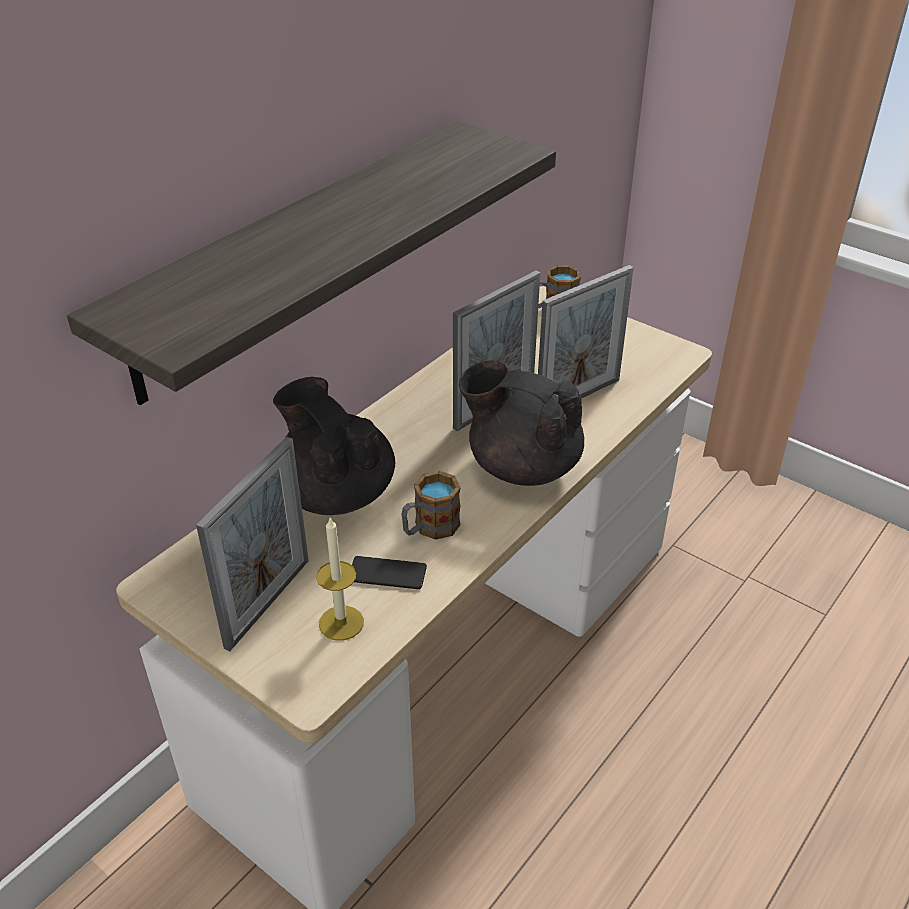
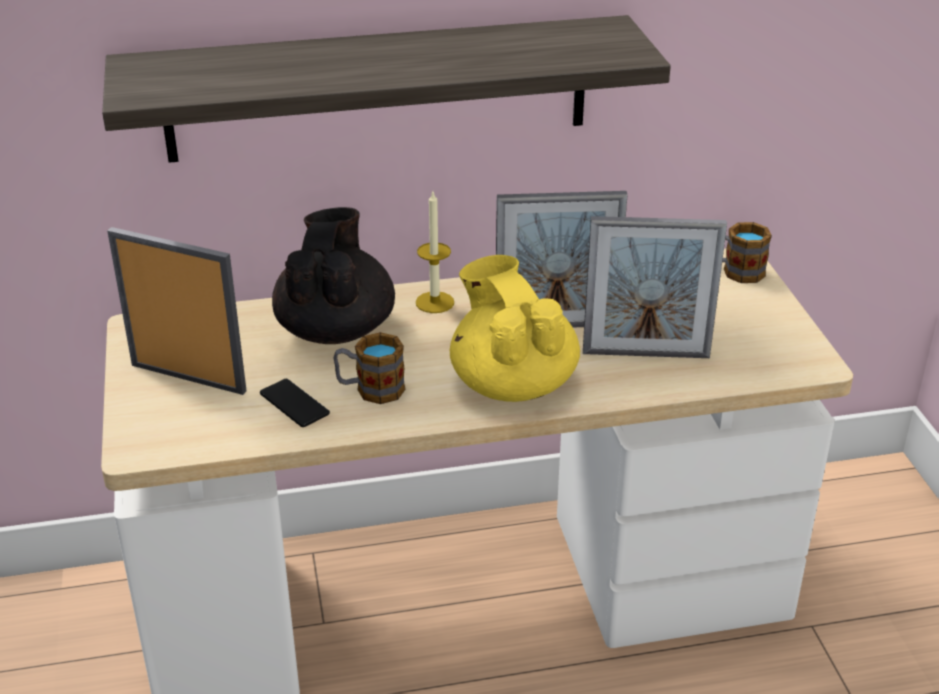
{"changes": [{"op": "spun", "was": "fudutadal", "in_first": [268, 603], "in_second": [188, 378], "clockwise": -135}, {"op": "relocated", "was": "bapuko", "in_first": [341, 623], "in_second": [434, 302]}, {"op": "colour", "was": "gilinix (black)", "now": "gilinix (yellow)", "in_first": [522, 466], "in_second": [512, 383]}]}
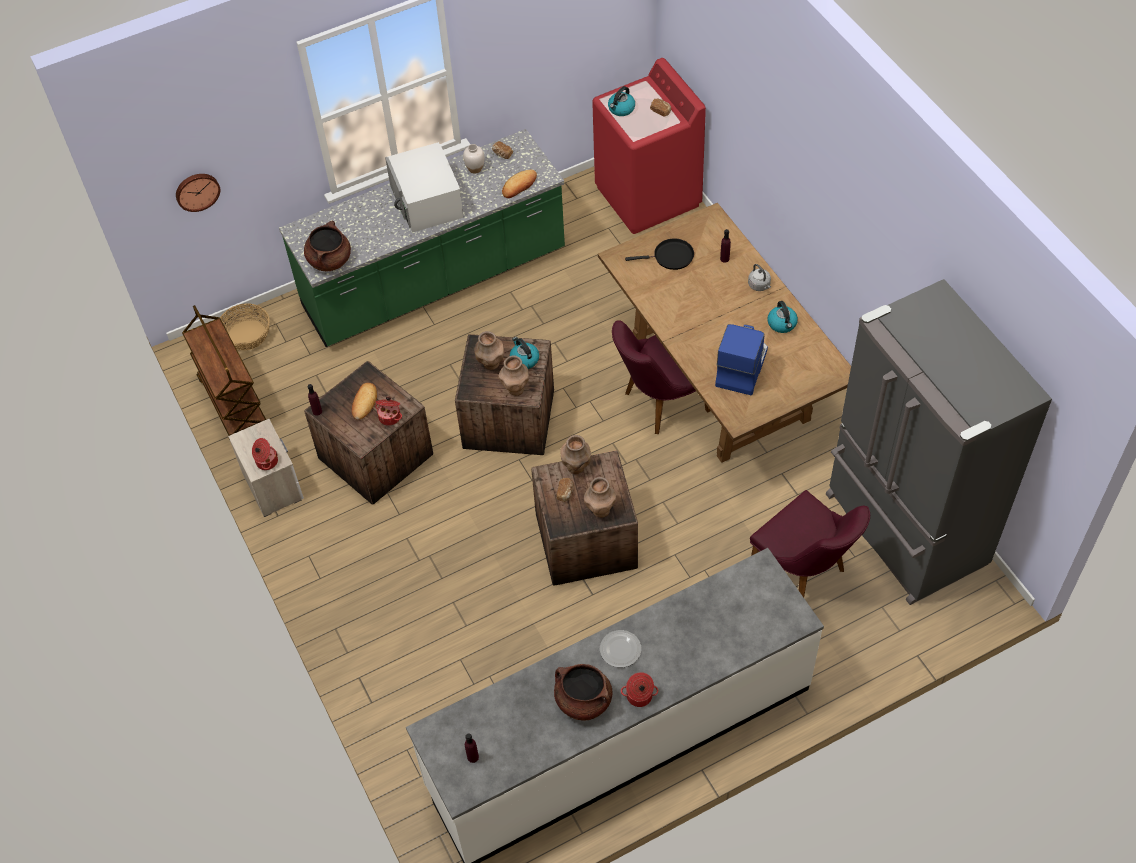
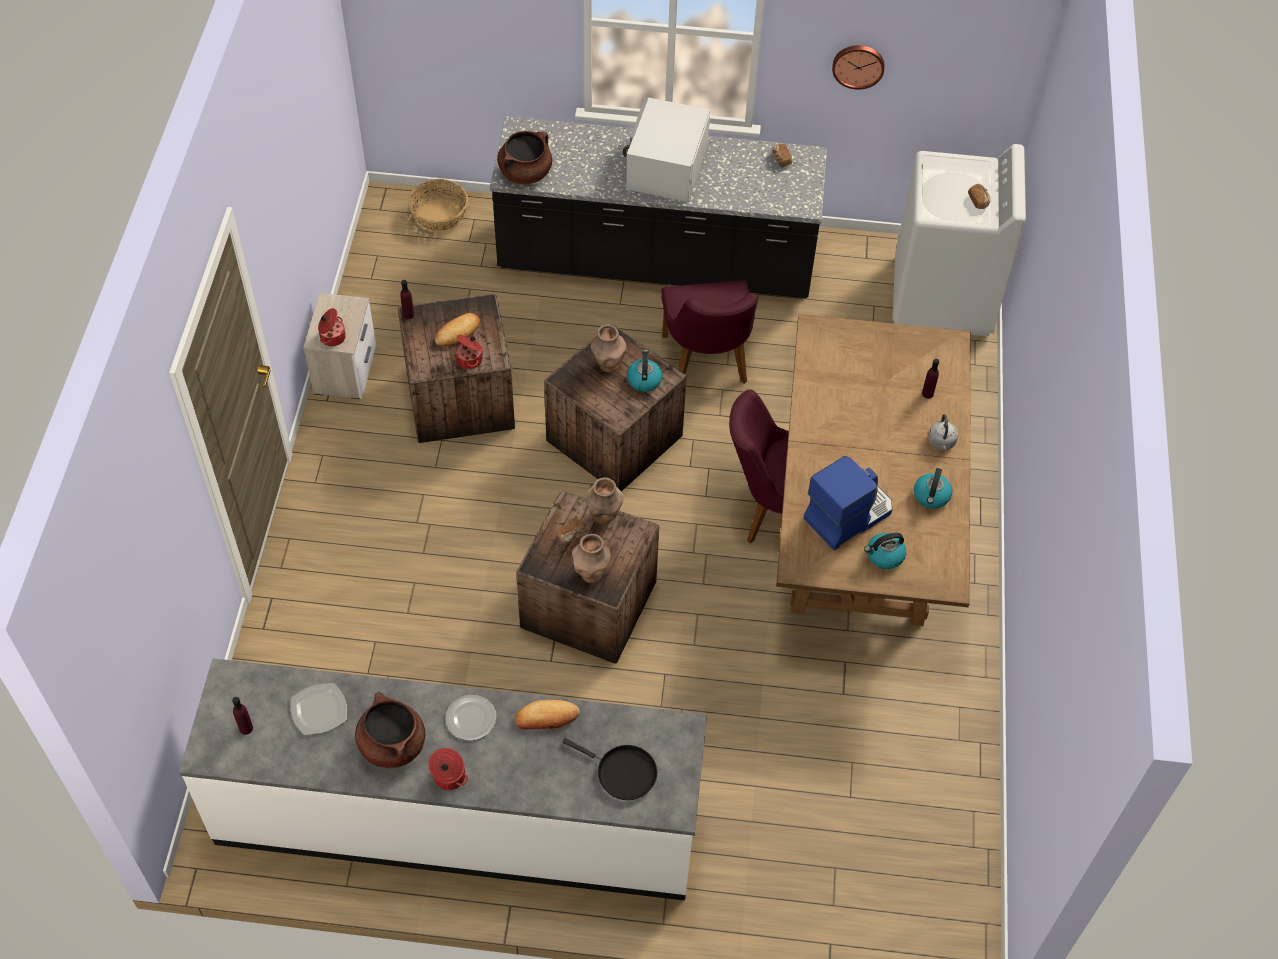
{"changes": [{"op": "relocated", "was": "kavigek", "in_first": [197, 191], "in_second": [858, 65]}, {"op": "missing", "was": "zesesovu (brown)", "in_first": [233, 404]}, {"op": "colour", "was": "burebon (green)", "now": "burebon (black)", "in_first": [435, 280], "in_second": [656, 262]}, {"op": "missing", "was": "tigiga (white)", "in_first": [475, 169]}, {"op": "missing", "was": "tigiga (brown)", "in_first": [515, 389]}, {"op": "relocated", "was": "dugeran", "in_first": [519, 186], "in_second": [546, 718]}, {"op": "colour", "was": "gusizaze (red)", "now": "gusizaze (white)", "in_first": [648, 196], "in_second": [942, 296]}, {"op": "relocated", "was": "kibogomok", "in_first": [621, 109], "in_second": [884, 556]}, {"op": "relocated", "was": "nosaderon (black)", "in_first": [670, 257], "in_second": [622, 773]}, {"op": "relocated", "was": "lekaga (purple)", "in_first": [804, 574], "in_second": [707, 366]}, {"op": "missing", "was": "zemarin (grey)", "in_first": [903, 531]}, {"op": "appeared", "now": "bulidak", "in_second": [320, 710]}]}
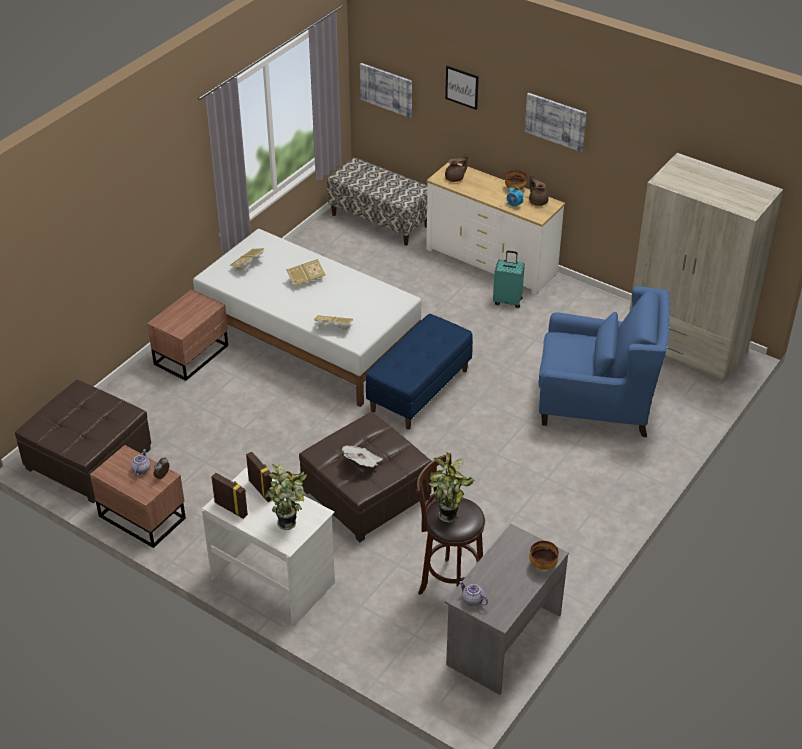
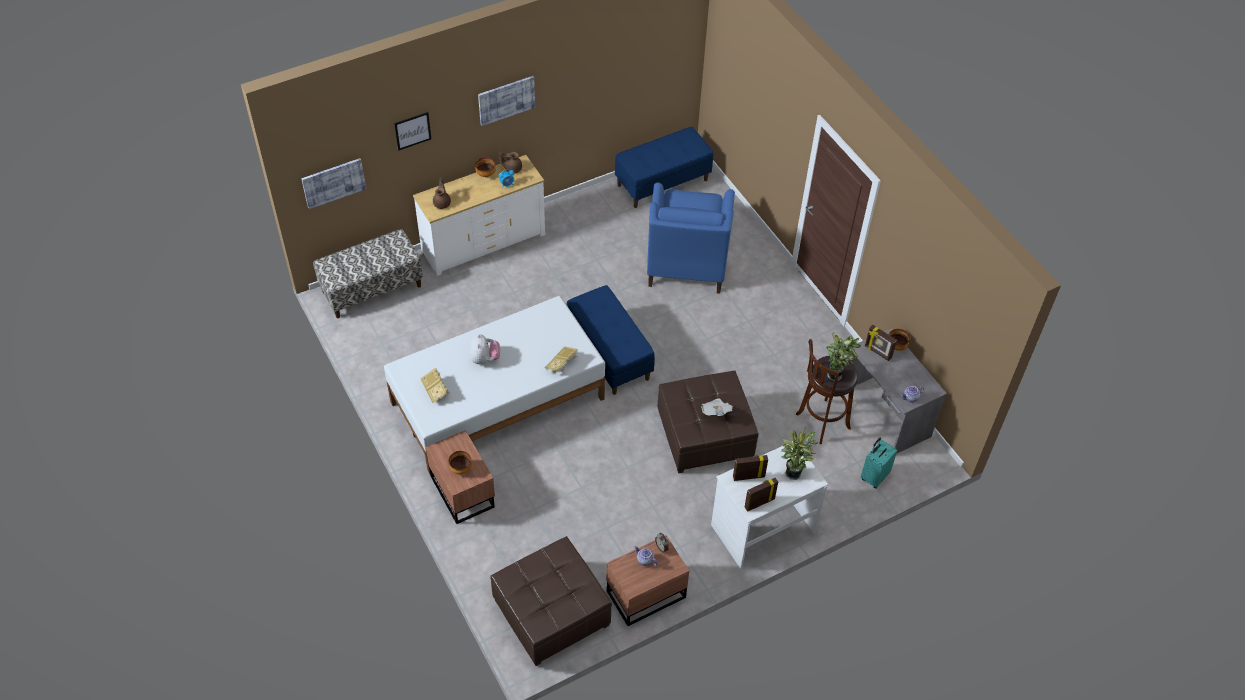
{"changes": [{"op": "exchanged", "was": "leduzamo", "now": "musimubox", "in_first": [305, 280], "in_second": [484, 359]}, {"op": "relocated", "was": "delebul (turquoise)", "in_first": [508, 301], "in_second": [874, 476]}, {"op": "spun", "was": "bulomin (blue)", "in_first": [596, 402], "in_second": [687, 257], "clockwise": 150}, {"op": "exchanged", "was": "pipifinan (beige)", "now": "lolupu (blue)", "in_first": [686, 348], "in_second": [662, 182]}, {"op": "appeared", "now": "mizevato", "in_second": [460, 469]}, {"op": "appeared", "now": "fudutadal", "in_second": [877, 352]}]}
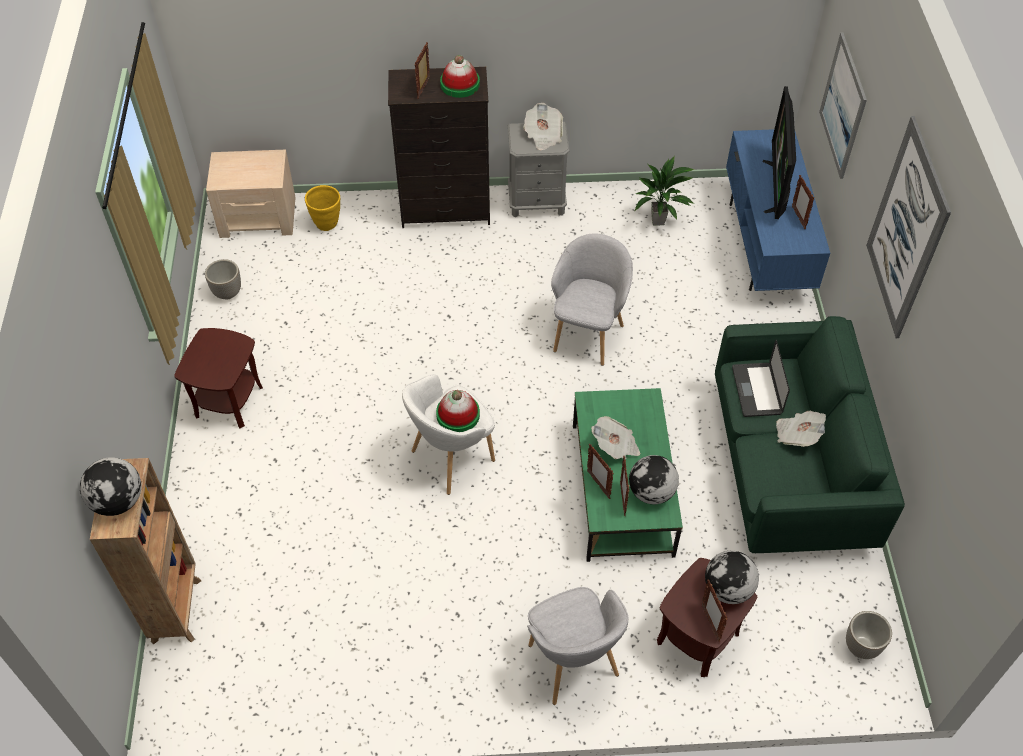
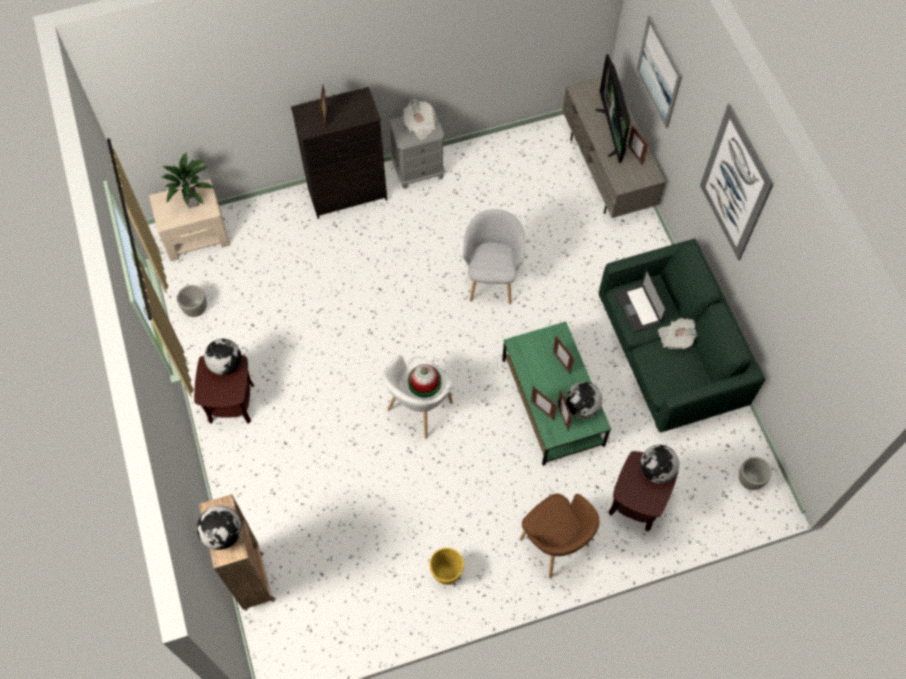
{"changes": [{"op": "relocated", "was": "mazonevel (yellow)", "in_first": [327, 223], "in_second": [446, 573]}, {"op": "missing", "was": "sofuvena", "in_first": [460, 84]}, {"op": "colour", "was": "bulomin (grey)", "now": "bulomin (brown)", "in_first": [572, 664], "in_second": [554, 545]}, {"op": "missing", "was": "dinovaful", "in_first": [615, 446]}, {"op": "relocated", "was": "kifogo", "in_first": [658, 221], "in_second": [193, 203]}, {"op": "relocated", "was": "fudutadal", "in_first": [710, 623], "in_second": [561, 363]}, {"op": "colour", "was": "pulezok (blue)", "now": "pulezok (grey)", "in_first": [766, 246], "in_second": [607, 171]}, {"op": "appeared", "now": "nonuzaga", "in_second": [225, 364]}]}
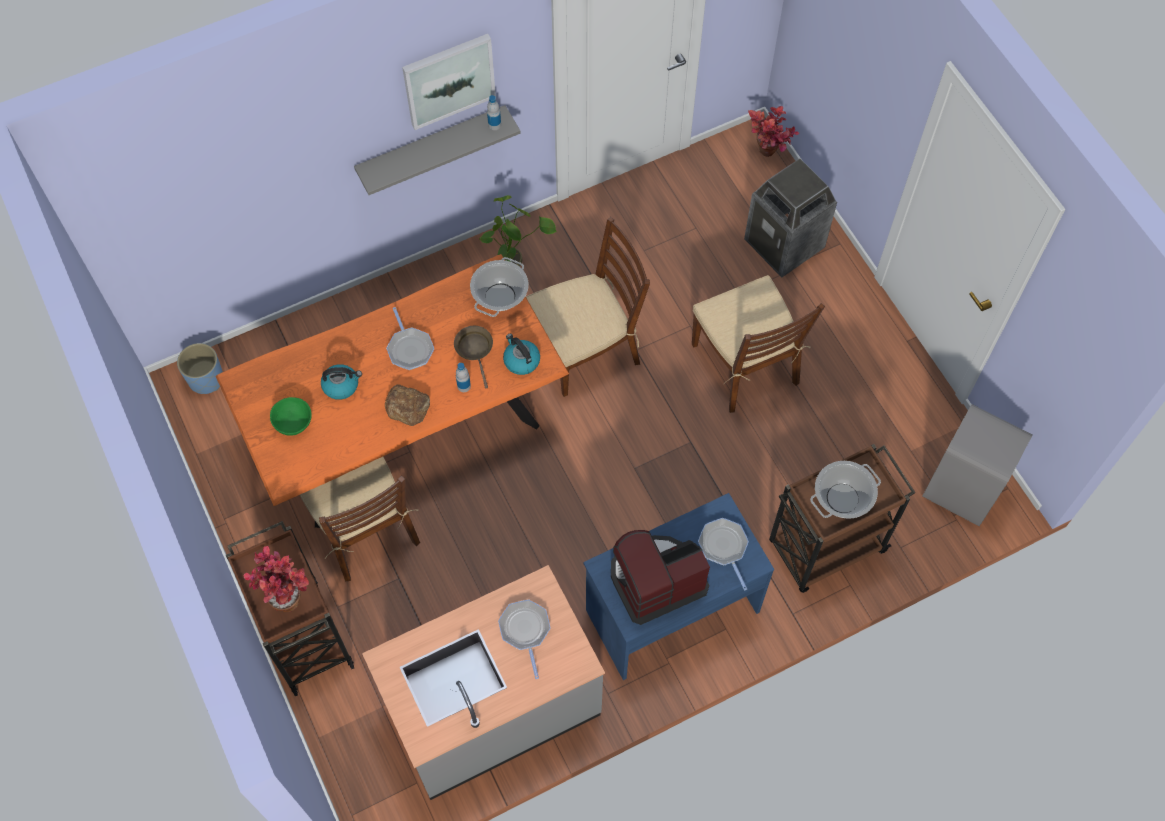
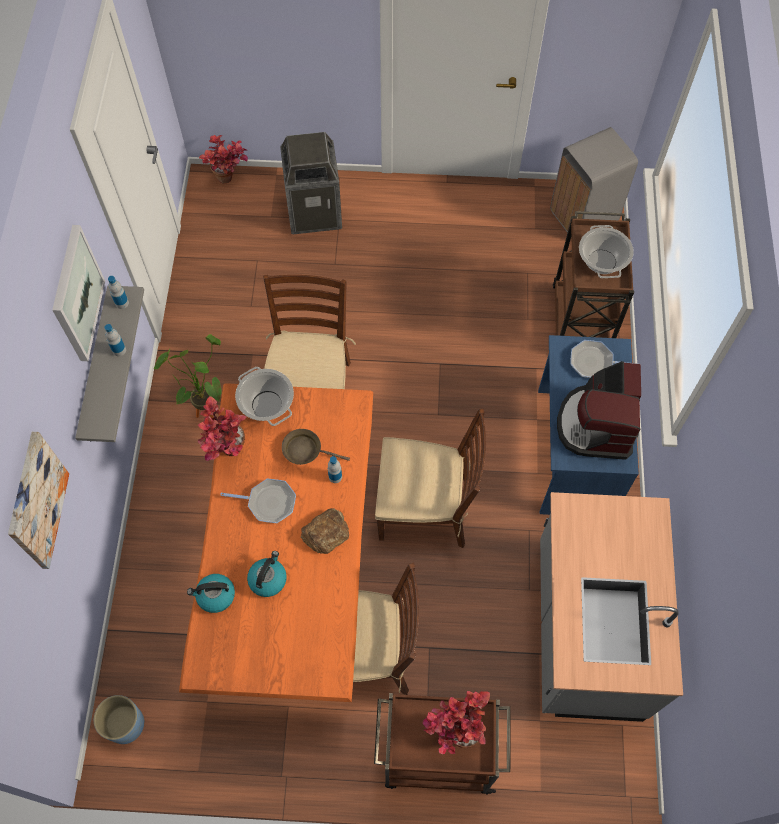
{"changes": [{"op": "missing", "was": "mizevato (green)", "in_first": [292, 422]}, {"op": "missing", "was": "nosaderon", "in_first": [525, 630]}, {"op": "relocated", "was": "kibogomok", "in_first": [521, 360], "in_second": [215, 596]}, {"op": "relocated", "was": "lekaga (brown)", "in_first": [745, 364], "in_second": [425, 508]}, {"op": "appeared", "now": "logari", "in_second": [36, 501]}, {"op": "appeared", "now": "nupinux", "in_second": [119, 350]}, {"op": "appeared", "now": "kifogo", "in_second": [227, 454]}]}
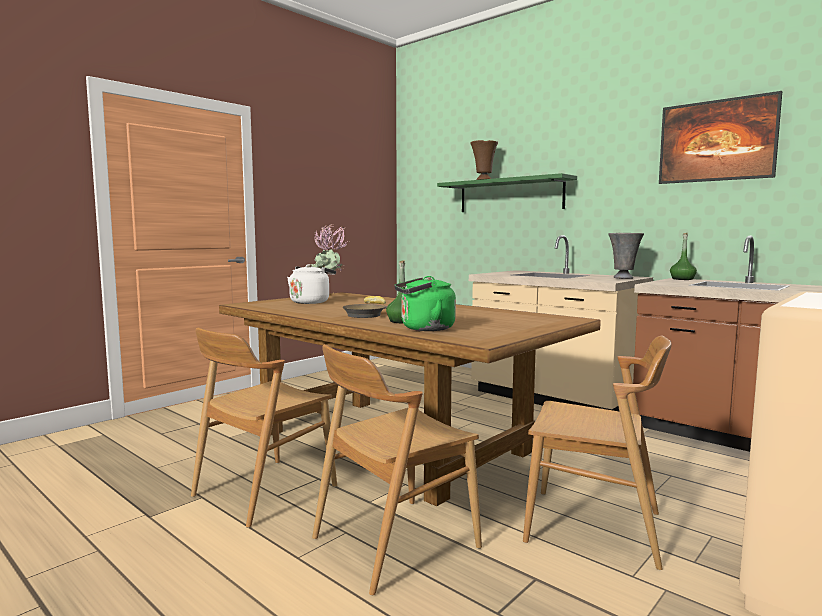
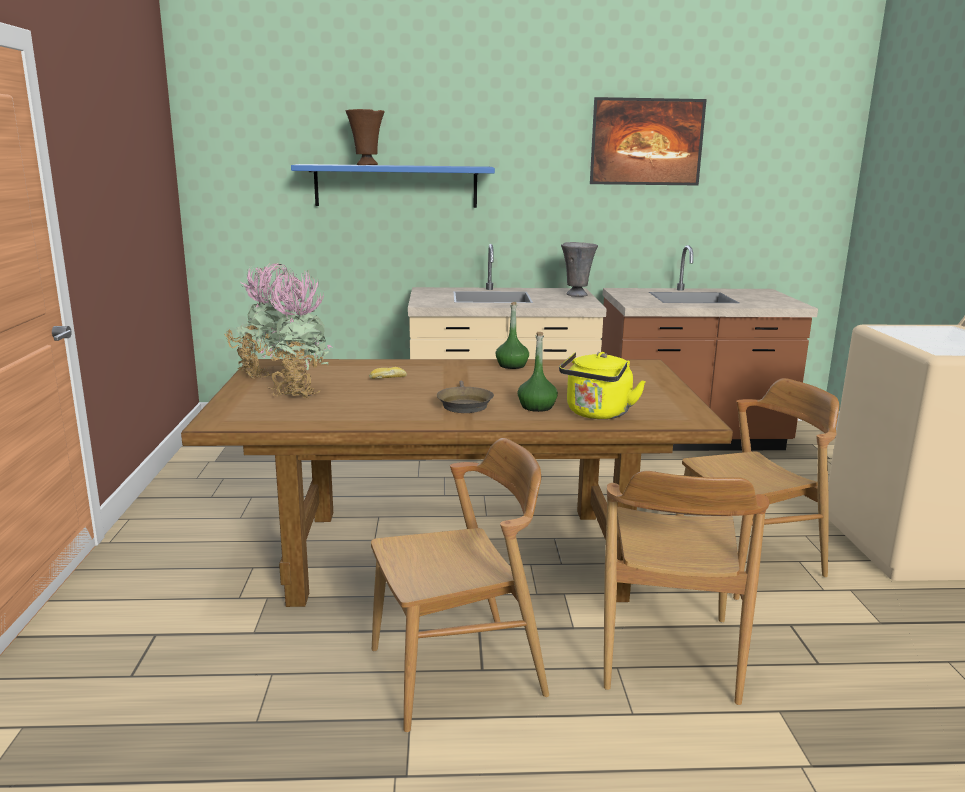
{"changes": [{"op": "spun", "was": "lekaga (brown)", "in_first": [264, 491], "in_second": [458, 672], "clockwise": -105}, {"op": "exchanged", "was": "kibogomok (white)", "now": "kifogo", "in_first": [311, 302], "in_second": [298, 393]}, {"op": "colour", "was": "kibogomok (green)", "now": "kibogomok (yellow)", "in_first": [424, 329], "in_second": [597, 414]}, {"op": "colour", "was": "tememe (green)", "now": "tememe (blue)", "in_first": [510, 195], "in_second": [396, 186]}, {"op": "relocated", "was": "nupinux (green)", "in_first": [682, 279], "in_second": [511, 365]}]}
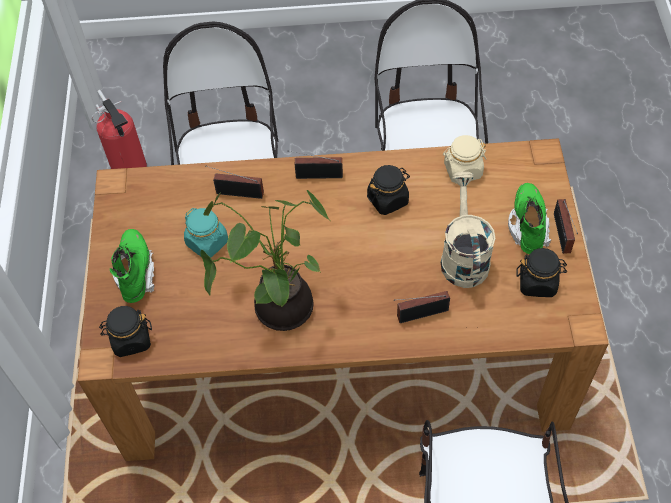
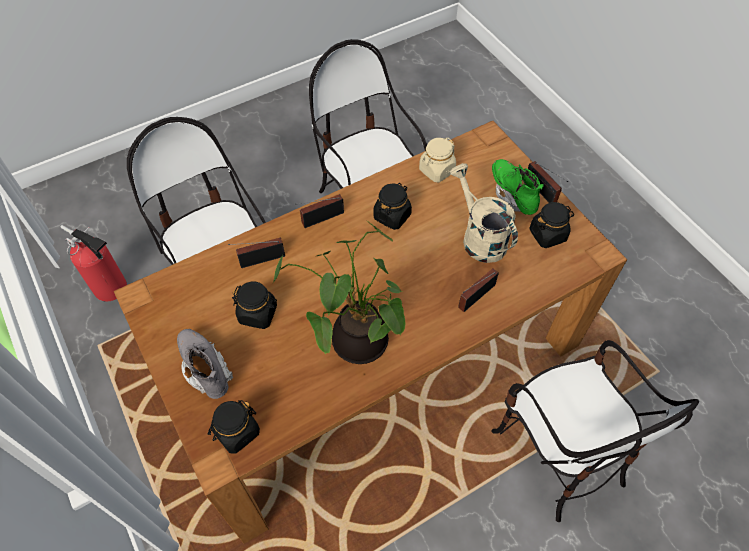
{"changes": [{"op": "colour", "was": "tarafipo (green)", "now": "tarafipo (grey)", "in_first": [135, 273], "in_second": [205, 369]}, {"op": "colour", "was": "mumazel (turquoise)", "now": "mumazel (black)", "in_first": [207, 243], "in_second": [258, 314]}]}
